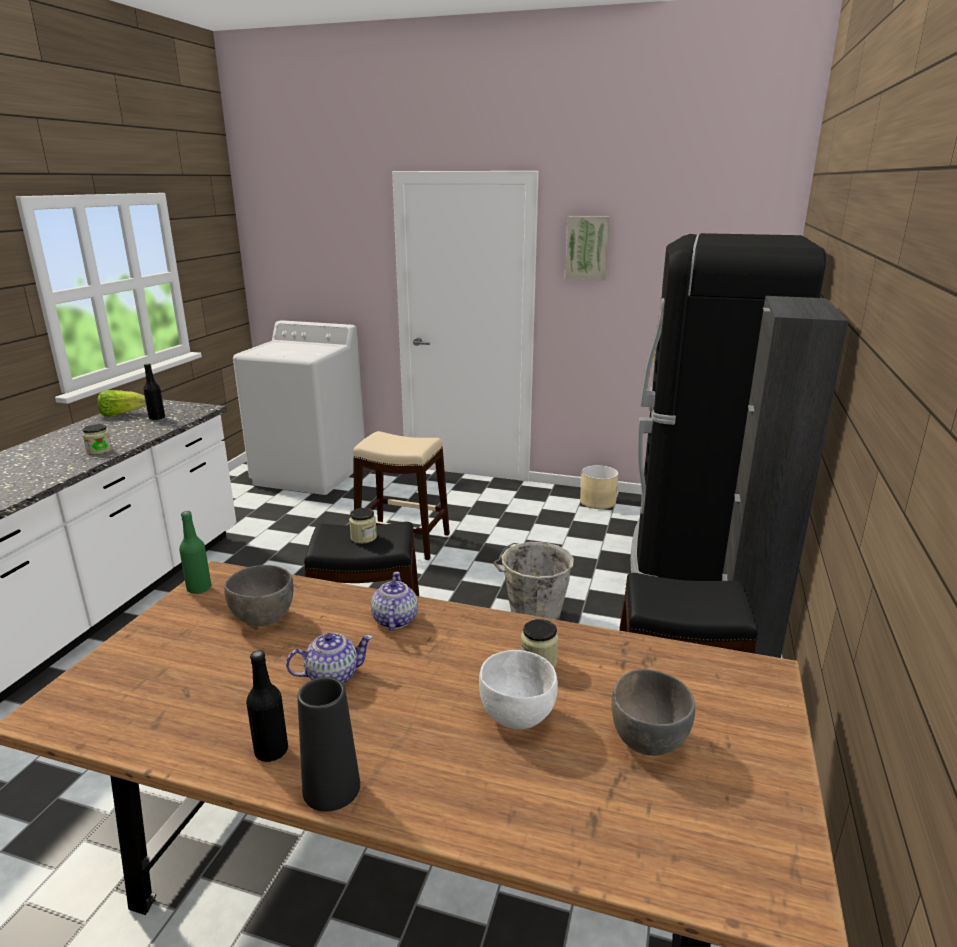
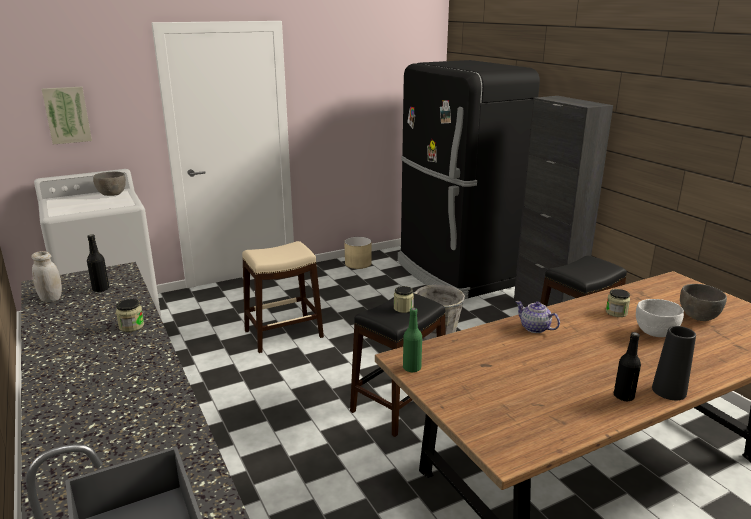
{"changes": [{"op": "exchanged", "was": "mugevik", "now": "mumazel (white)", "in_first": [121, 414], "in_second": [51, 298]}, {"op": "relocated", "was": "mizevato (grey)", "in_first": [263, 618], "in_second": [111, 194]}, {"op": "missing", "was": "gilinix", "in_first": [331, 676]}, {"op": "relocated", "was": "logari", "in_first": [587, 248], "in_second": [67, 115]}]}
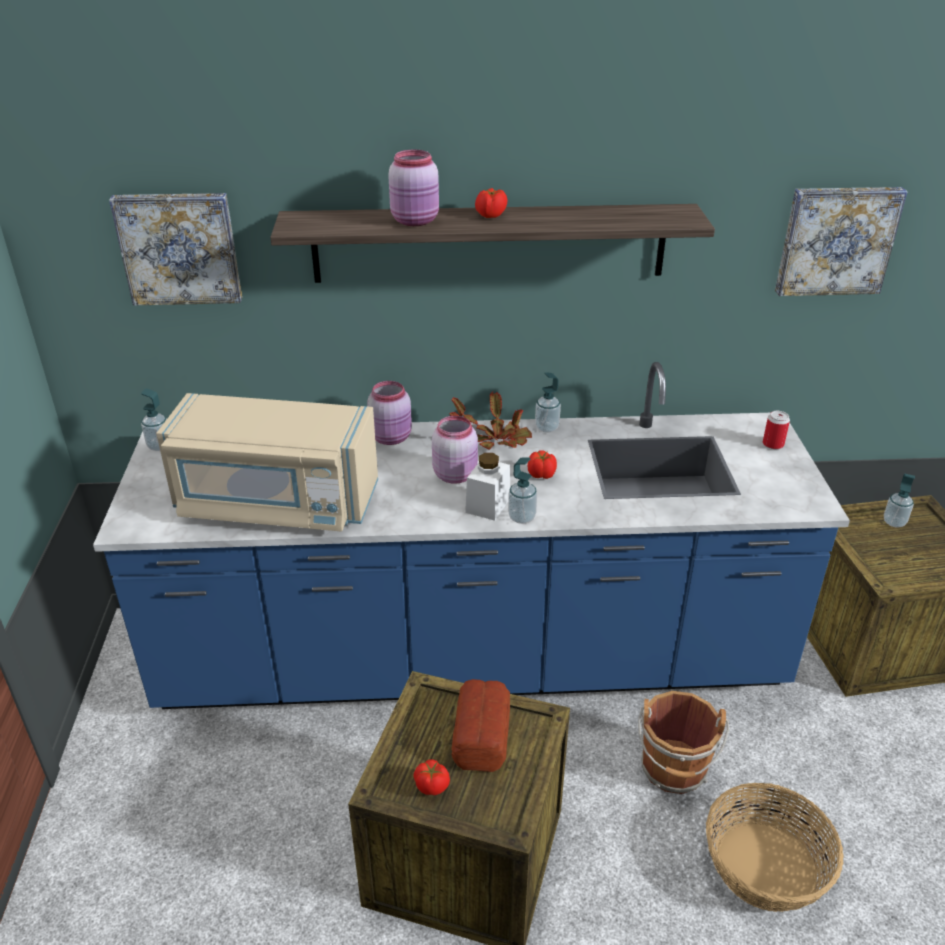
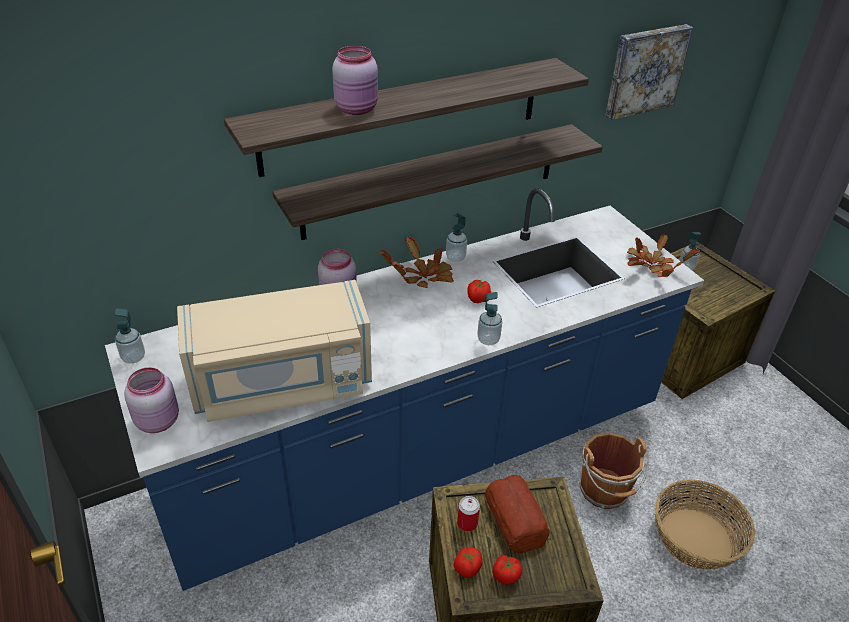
{"changes": [{"op": "missing", "was": "logari", "in_first": [179, 248]}, {"op": "relocated", "was": "mumazel (pink)", "in_first": [455, 474], "in_second": [158, 420]}, {"op": "missing", "was": "mumazel (white)", "in_first": [488, 505]}, {"op": "relocated", "was": "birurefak", "in_first": [490, 215], "in_second": [467, 568]}, {"op": "relocated", "was": "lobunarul", "in_first": [773, 444], "in_second": [467, 523]}, {"op": "appeared", "now": "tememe", "in_second": [432, 181]}, {"op": "appeared", "now": "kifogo", "in_second": [651, 266]}]}
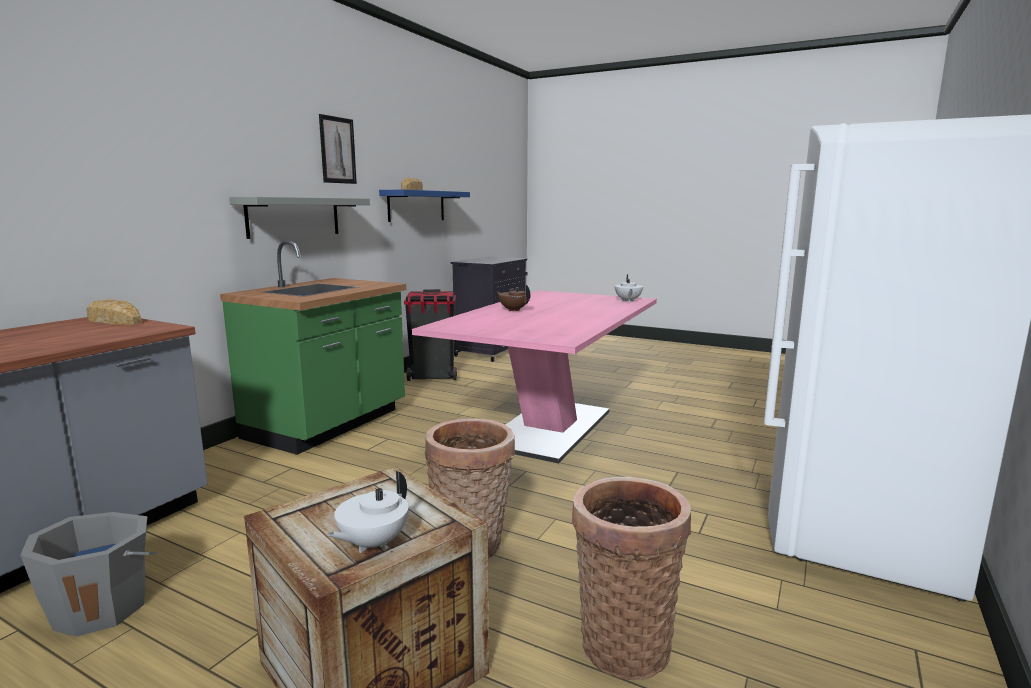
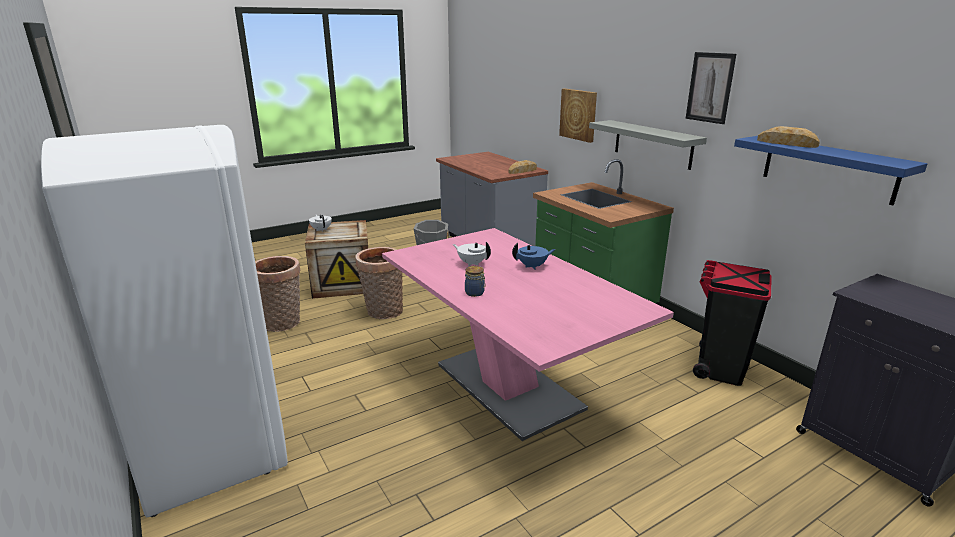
{"changes": [{"op": "colour", "was": "gilinix (brown)", "now": "gilinix (blue)", "in_first": [513, 310], "in_second": [533, 266]}, {"op": "relocated", "was": "gilinix (white)", "in_first": [627, 300], "in_second": [472, 263]}, {"op": "appeared", "now": "mumazel", "in_second": [475, 293]}, {"op": "appeared", "now": "logari", "in_second": [578, 114]}]}
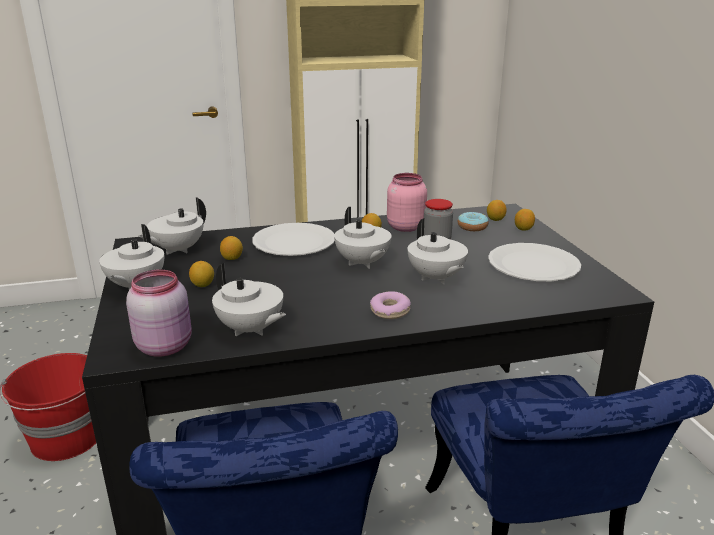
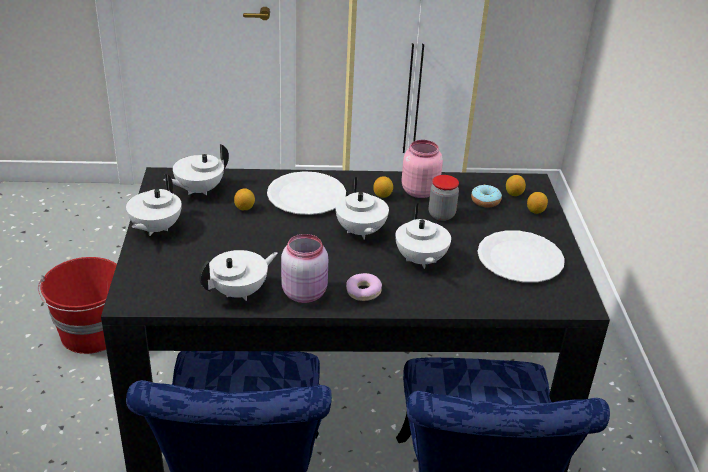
{"changes": [{"op": "relocated", "was": "mumazel (pink)", "in_first": [165, 346], "in_second": [305, 292]}, {"op": "missing", "was": "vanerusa", "in_first": [203, 285]}, {"op": "spun", "was": "gilinix (white)", "in_first": [250, 329], "in_second": [240, 292], "clockwise": -90}]}
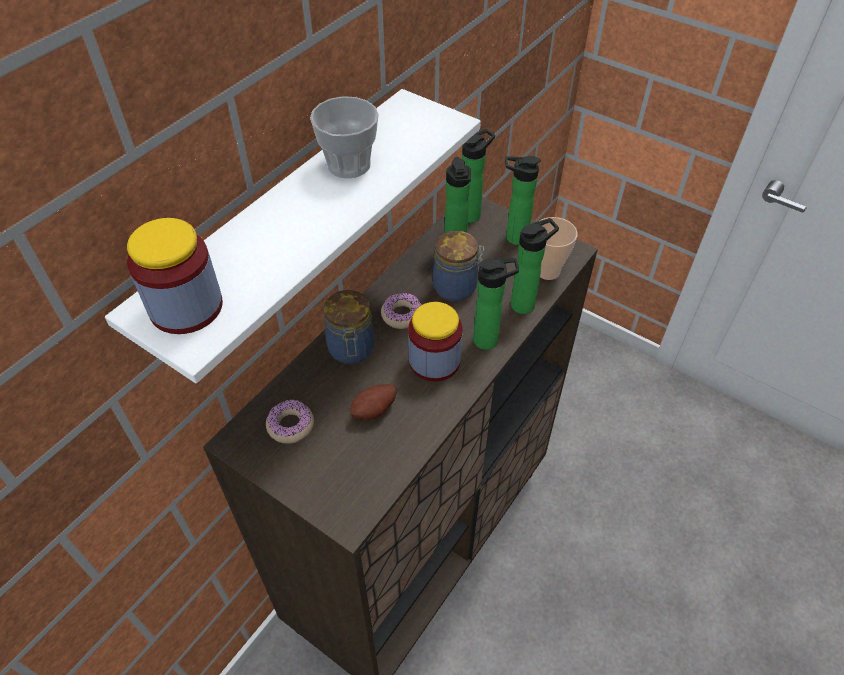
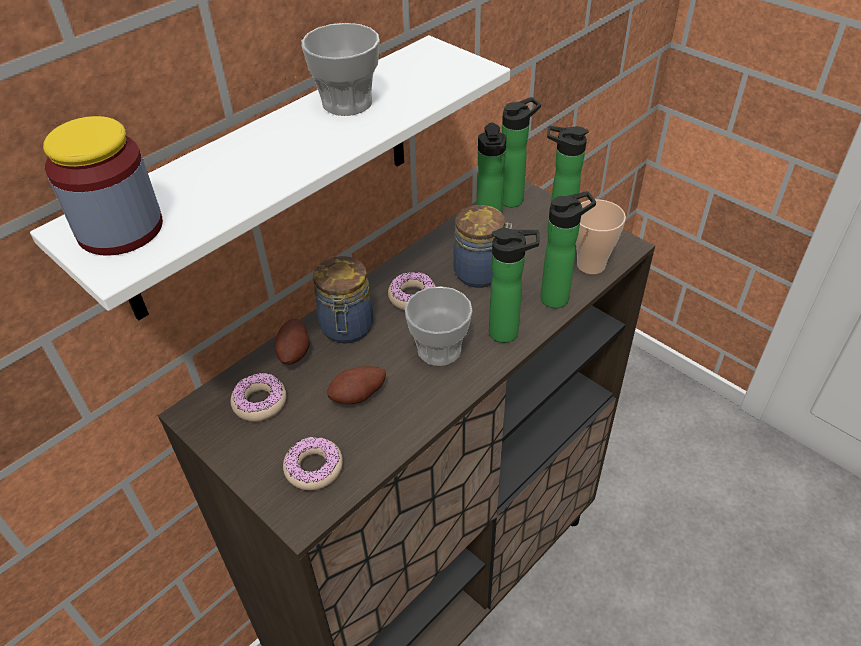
{"changes": [{"op": "exchanged", "was": "mumazel", "now": "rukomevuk", "in_first": [434, 361], "in_second": [439, 349]}, {"op": "appeared", "now": "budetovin", "in_second": [295, 353]}, {"op": "appeared", "now": "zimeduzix", "in_second": [314, 468]}]}
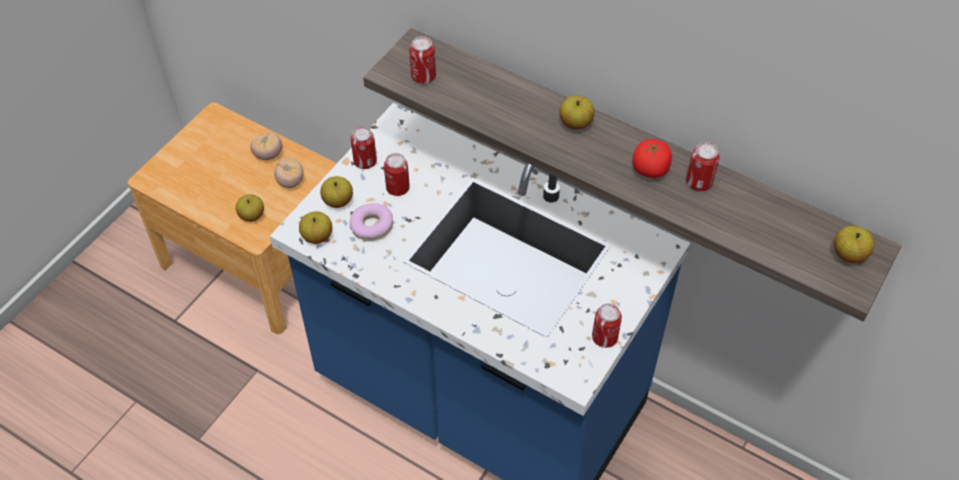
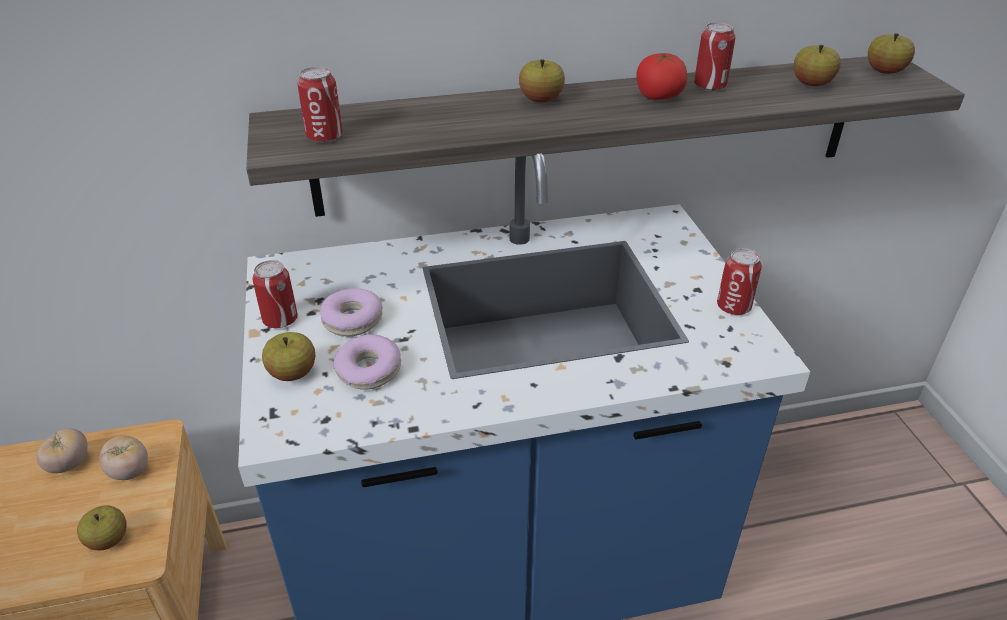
{"changes": [{"op": "relocated", "was": "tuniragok", "in_first": [317, 236], "in_second": [811, 84]}, {"op": "exchanged", "was": "lobunarul", "now": "zimeduzix", "in_first": [398, 188], "in_second": [352, 320]}]}
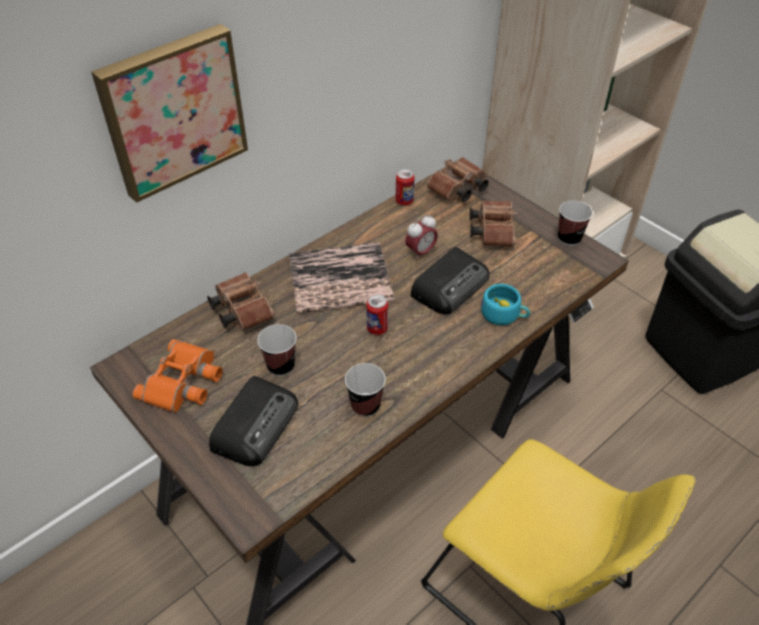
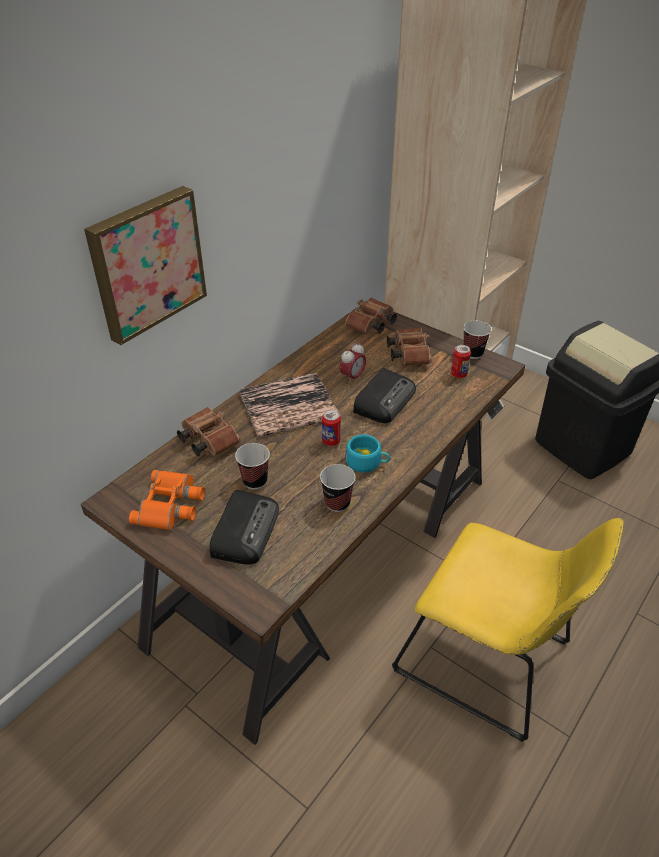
{"changes": [{"op": "relocated", "was": "lobunarul", "in_first": [404, 201], "in_second": [458, 374]}, {"op": "relocated", "was": "rukomevuk (turquoise)", "in_first": [504, 315], "in_second": [367, 462]}]}
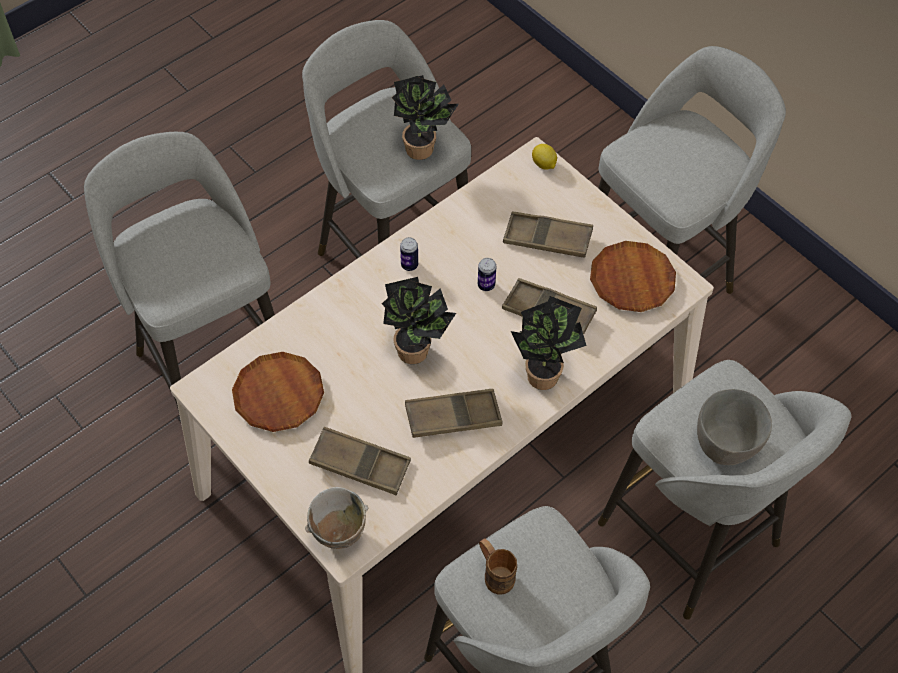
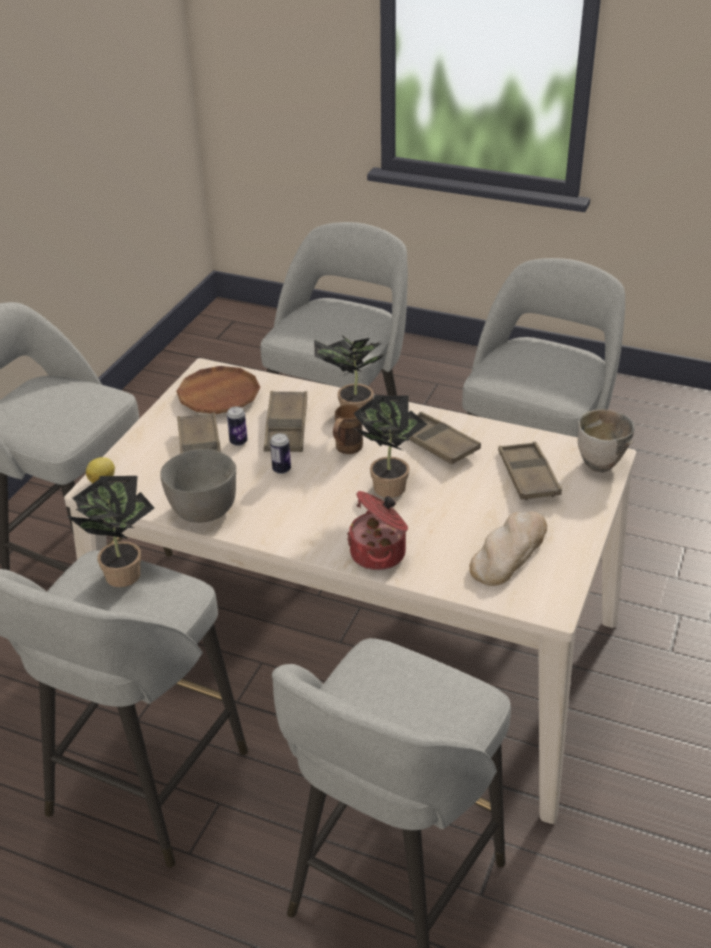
{"changes": [{"op": "exchanged", "was": "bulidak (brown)", "now": "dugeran", "in_first": [278, 395], "in_second": [509, 551]}, {"op": "relocated", "was": "lobunarul", "in_first": [409, 265], "in_second": [238, 442]}, {"op": "relocated", "was": "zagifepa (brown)", "in_first": [494, 574], "in_second": [345, 450]}, {"op": "relocated", "was": "mizevato (grey)", "in_first": [727, 443], "in_second": [202, 509]}, {"op": "appeared", "now": "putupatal", "in_second": [379, 553]}]}
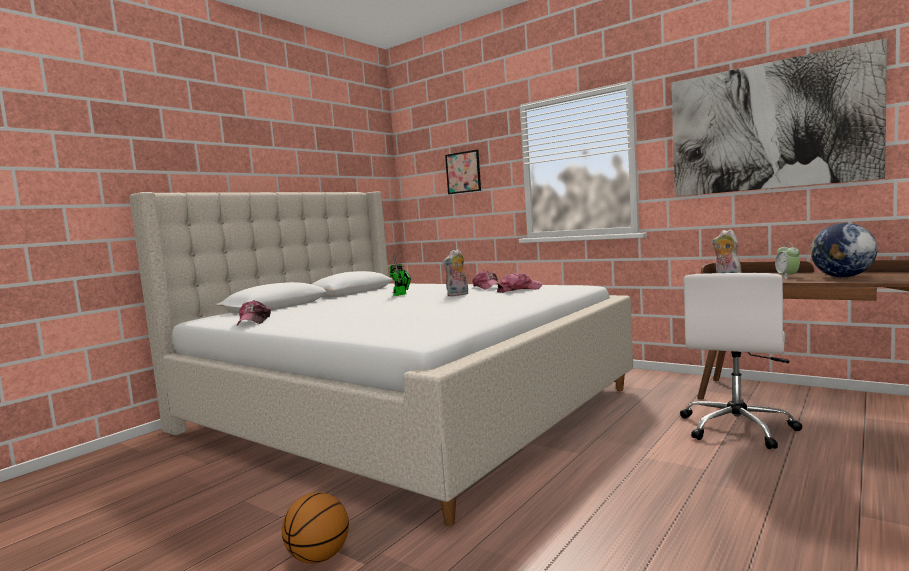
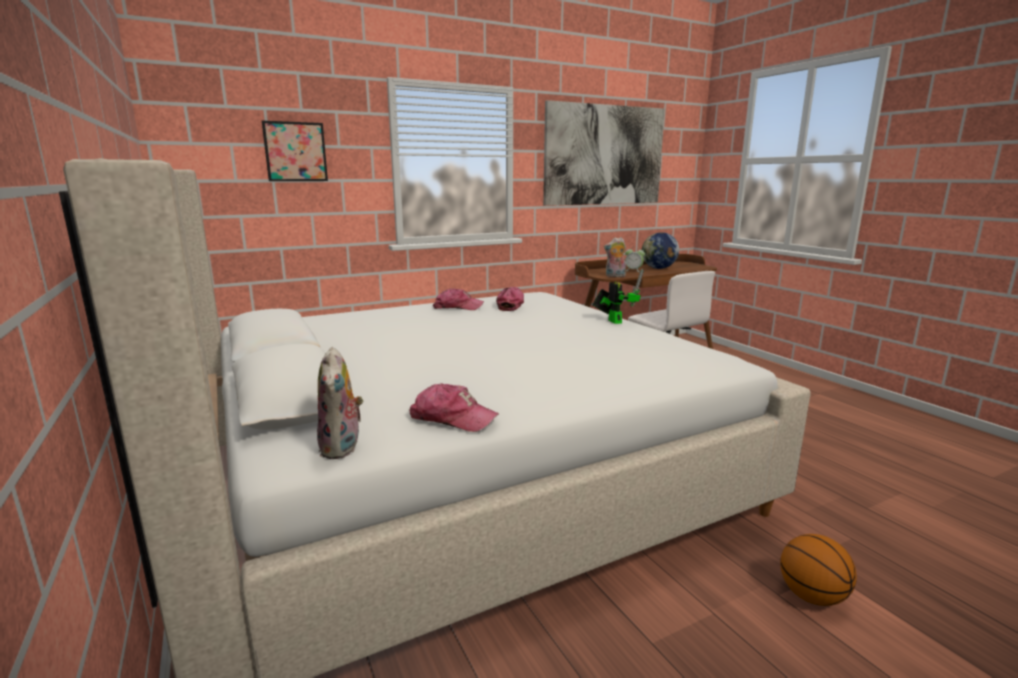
{"changes": [{"op": "relocated", "was": "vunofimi", "in_first": [401, 294], "in_second": [613, 321]}, {"op": "relocated", "was": "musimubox", "in_first": [458, 295], "in_second": [343, 448]}]}
